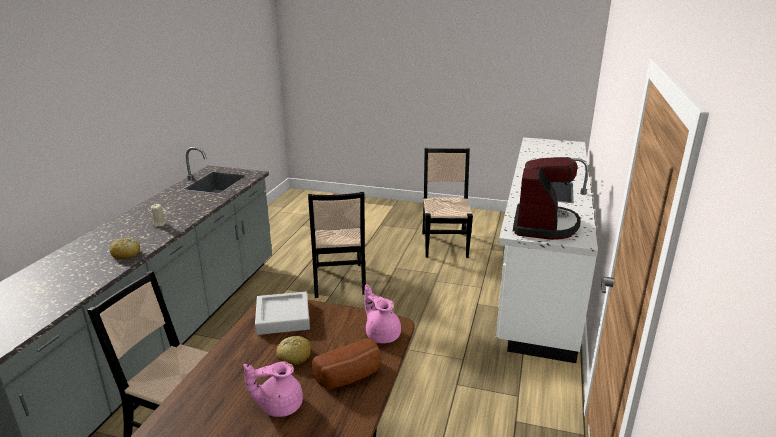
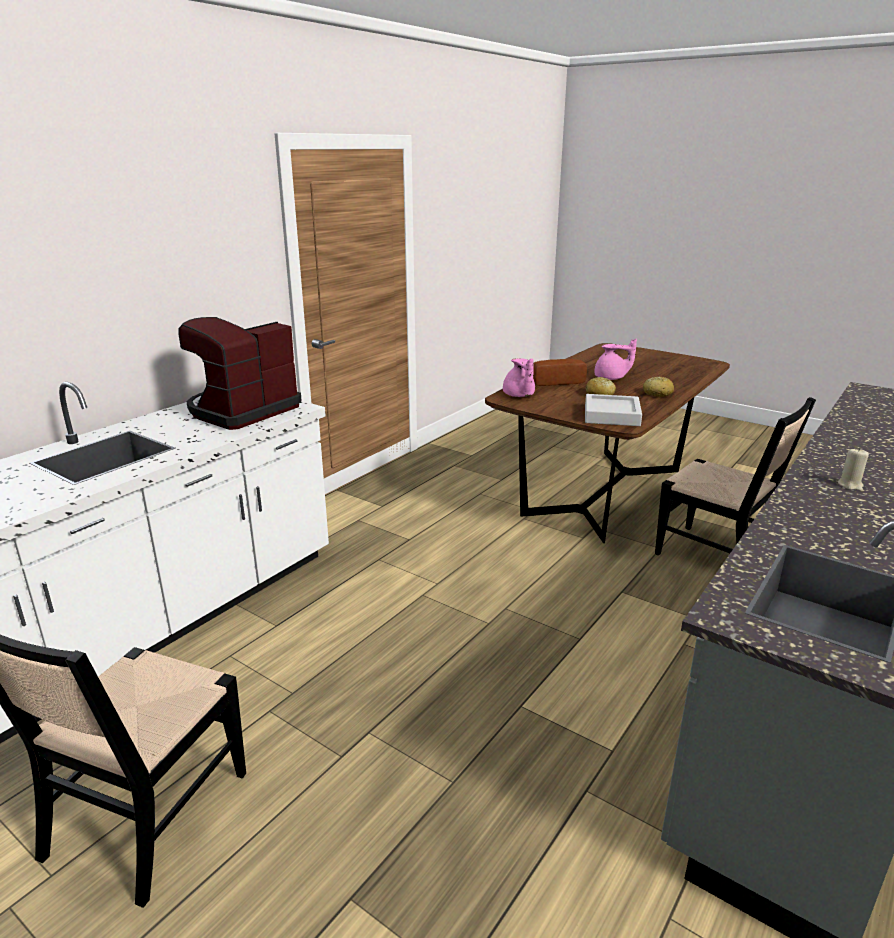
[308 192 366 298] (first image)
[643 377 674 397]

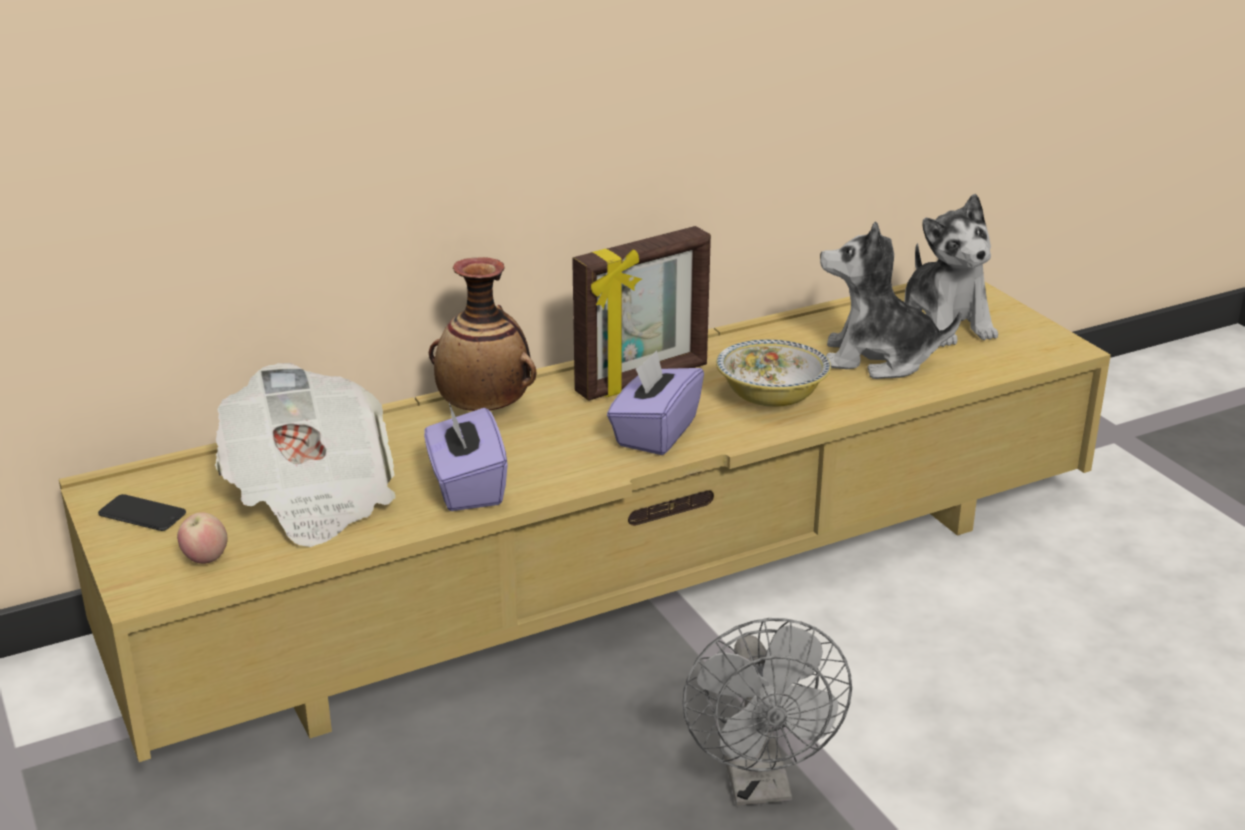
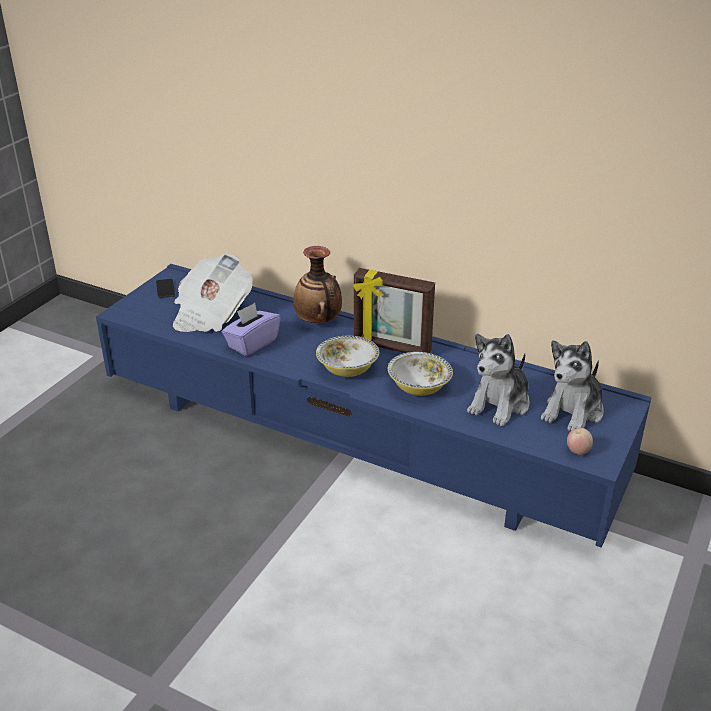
[683 618 852 806] (first image)
[567 428 593 455]
[316 336 379 377]
[96 264 651 548]
[467 334 530 426]

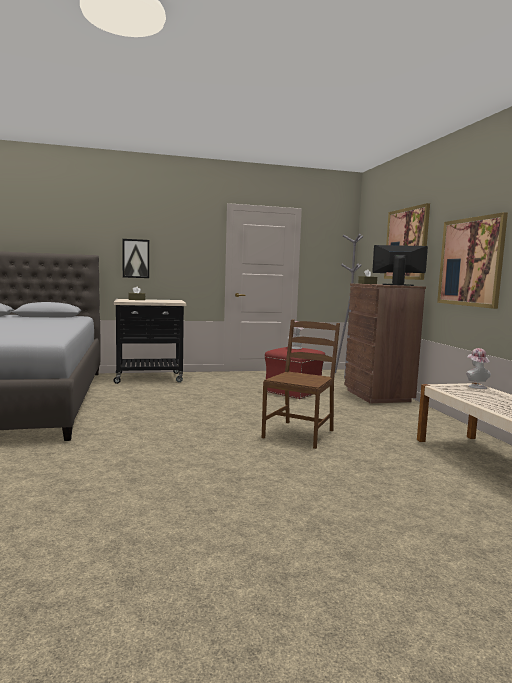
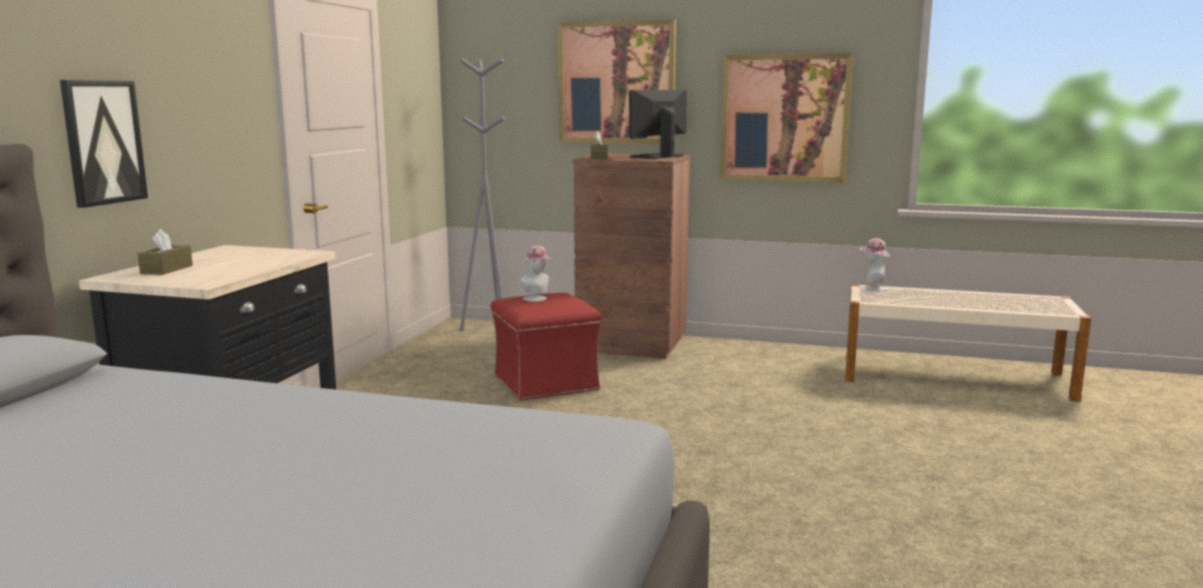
[262 320 340 449] (first image)

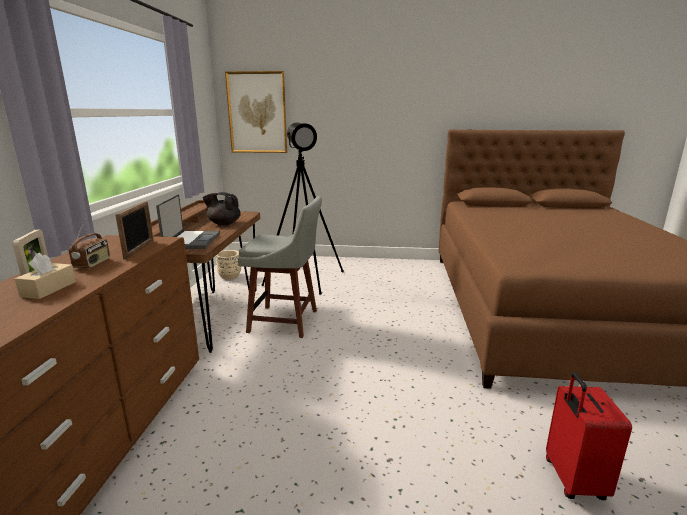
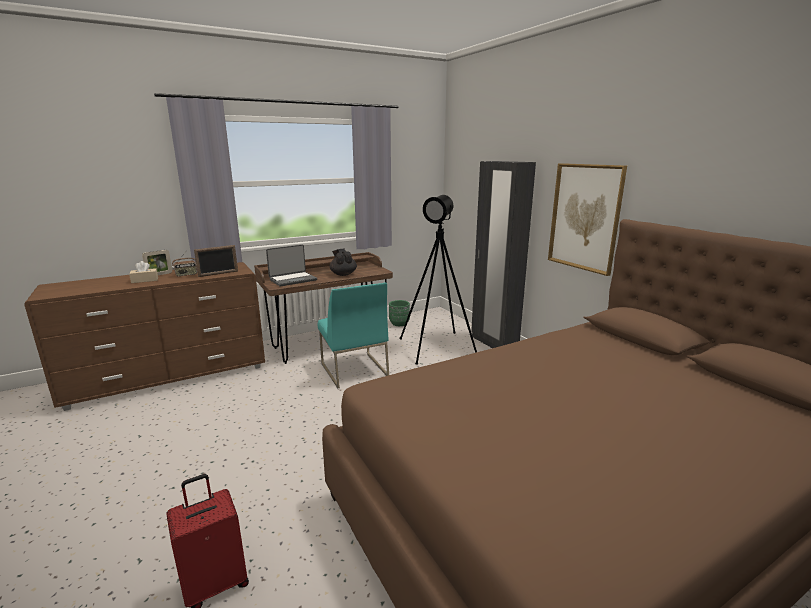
[471 161 536 348]
[548 163 627 276]
[318 283 389 388]
[389 300 410 326]

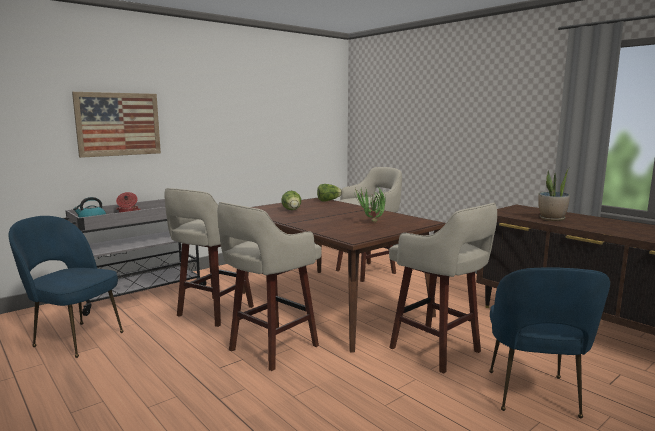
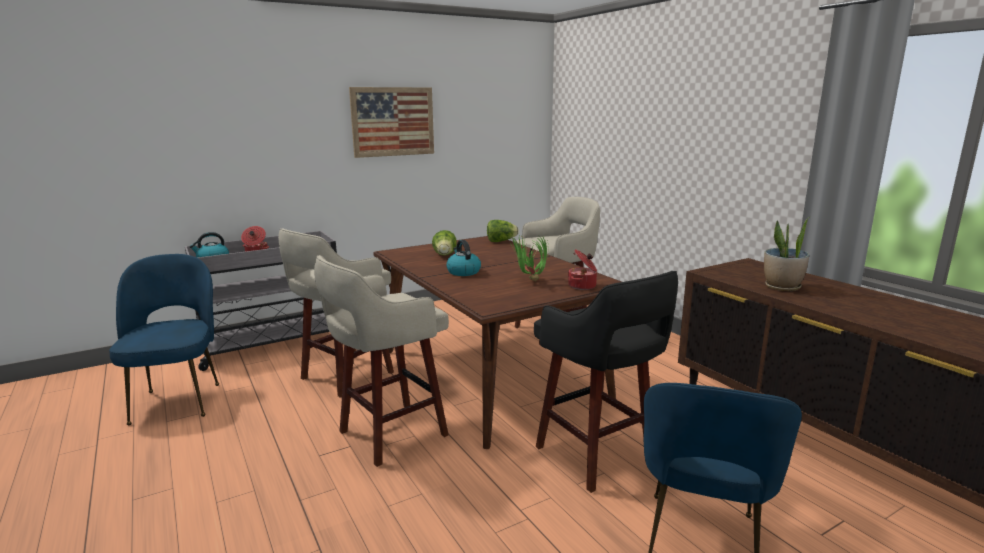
[446 240 481 276]
[568 249 597 290]
[349 87 434 158]
[534 271 678 493]
[109 254 219 426]

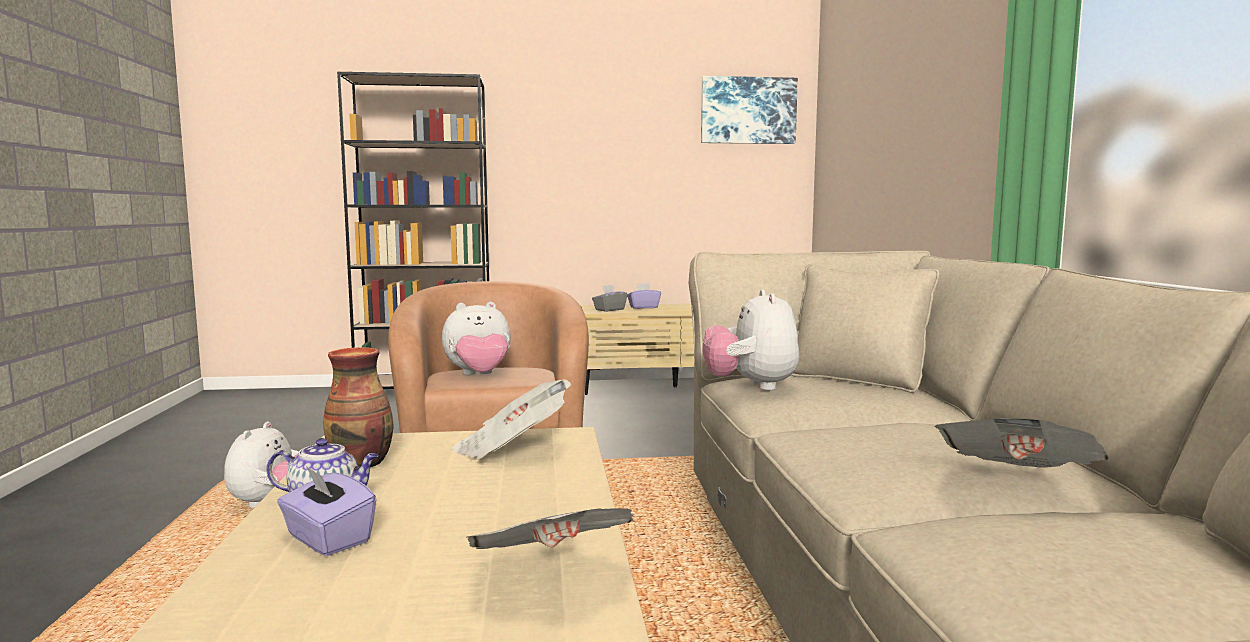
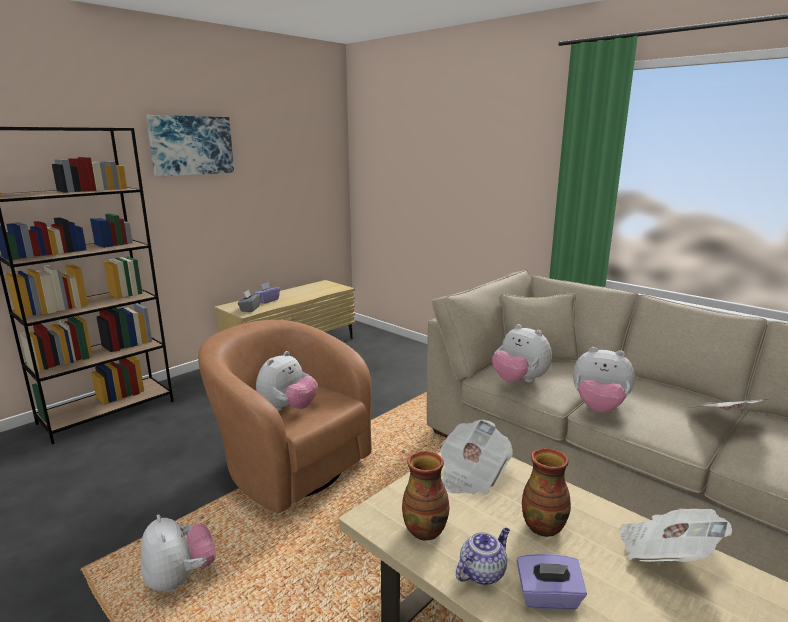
[522 448 571 537]
[573 347 635 413]
[146 115 234 177]

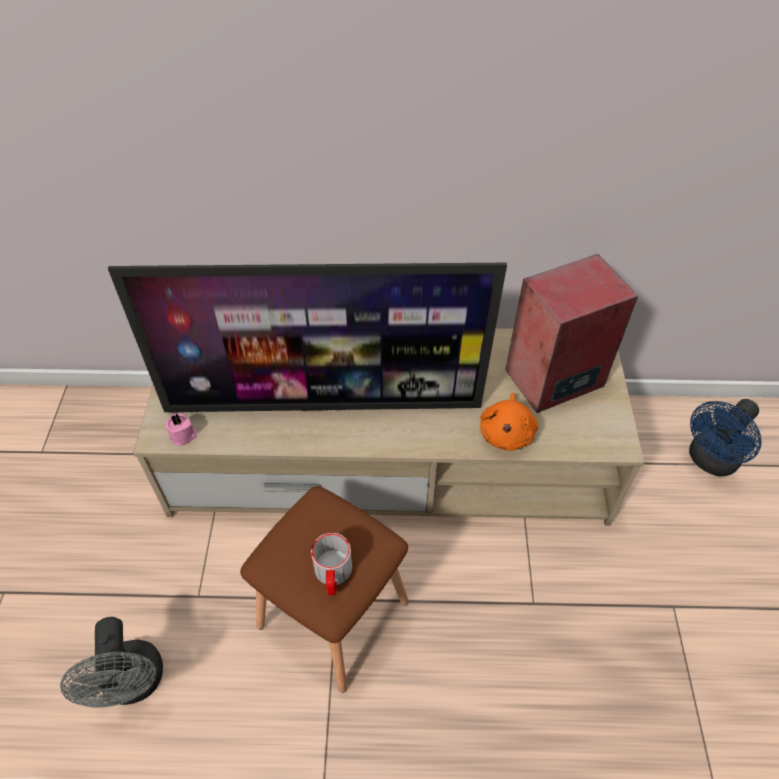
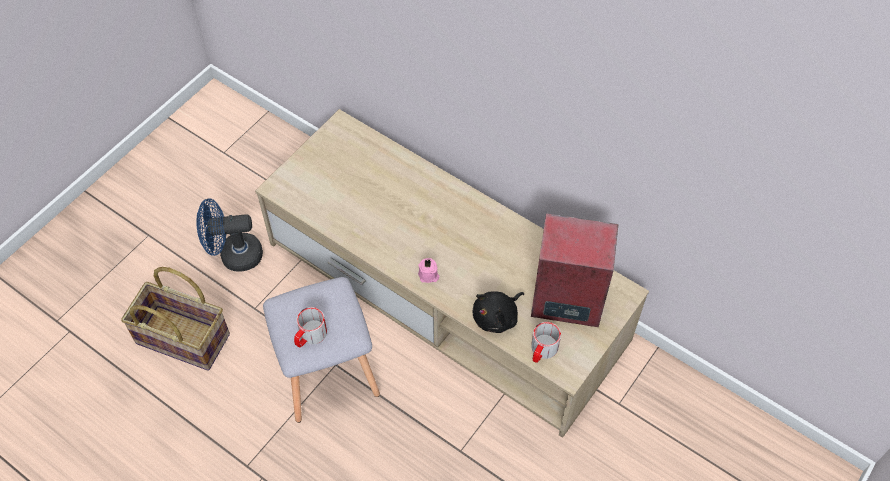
[108 263 507 412] (first image)
[531 322 561 363]
[418 258 439 283]
[196 198 263 271]
[121 267 230 371]
[263 277 380 423]
[473 291 524 333]

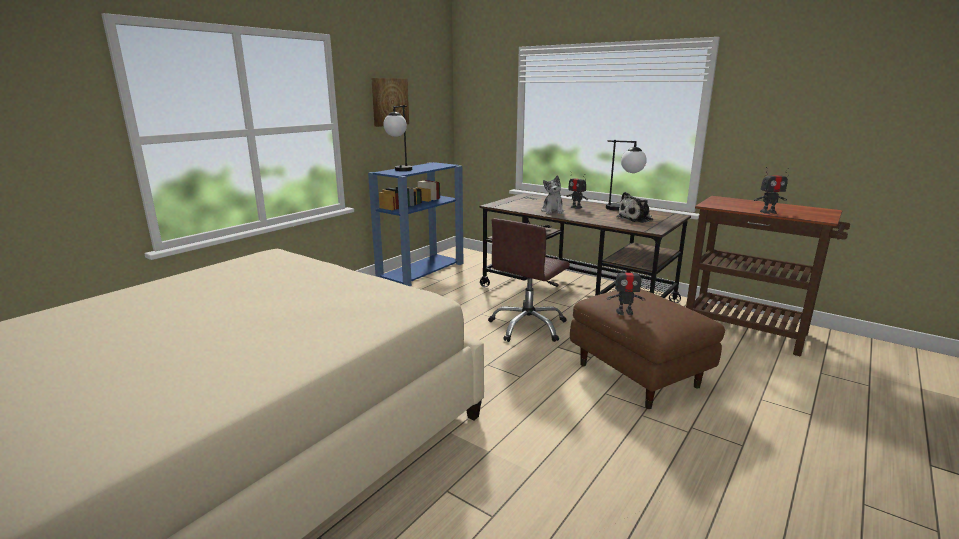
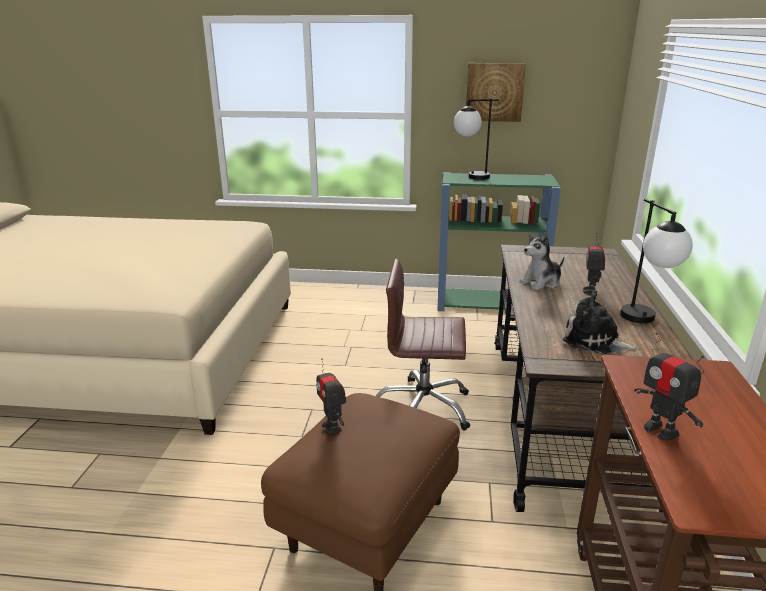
[437 172 561 312]

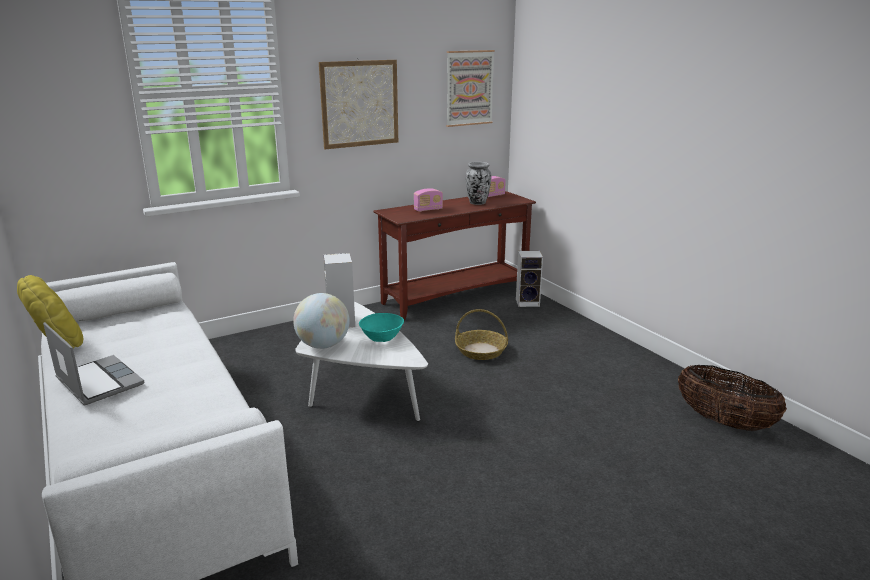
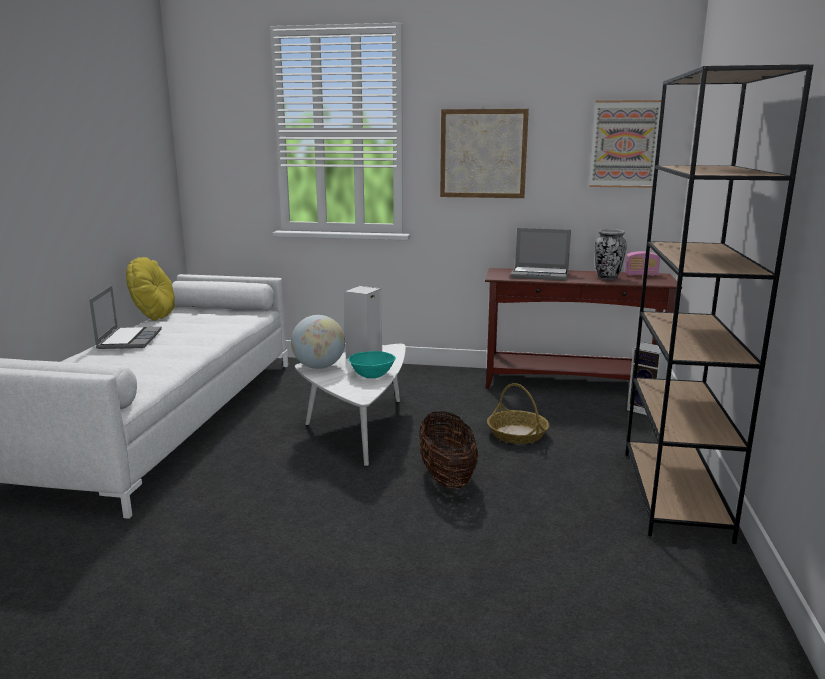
[625 64 814 544]
[419 411 478 489]
[511 228 571 280]

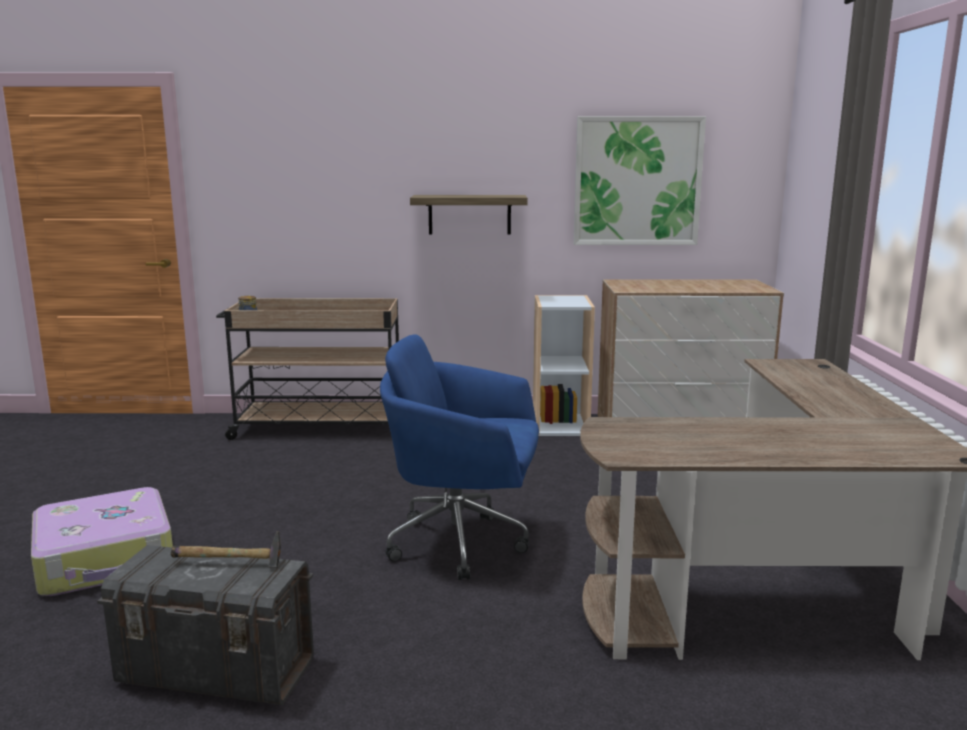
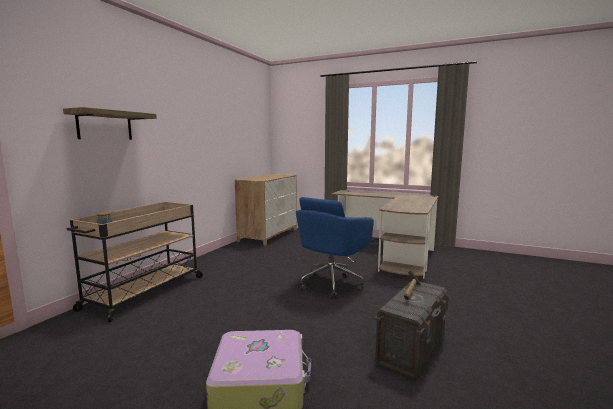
[533 295 595 436] (first image)
[574 116 706 245] (first image)
[63 107 157 140]

